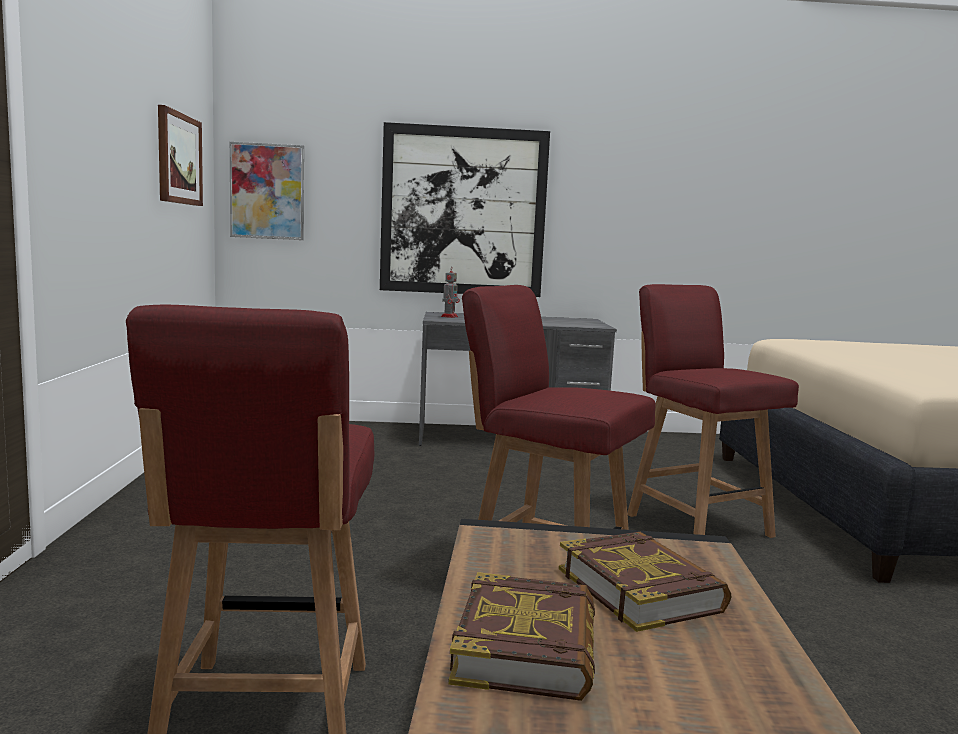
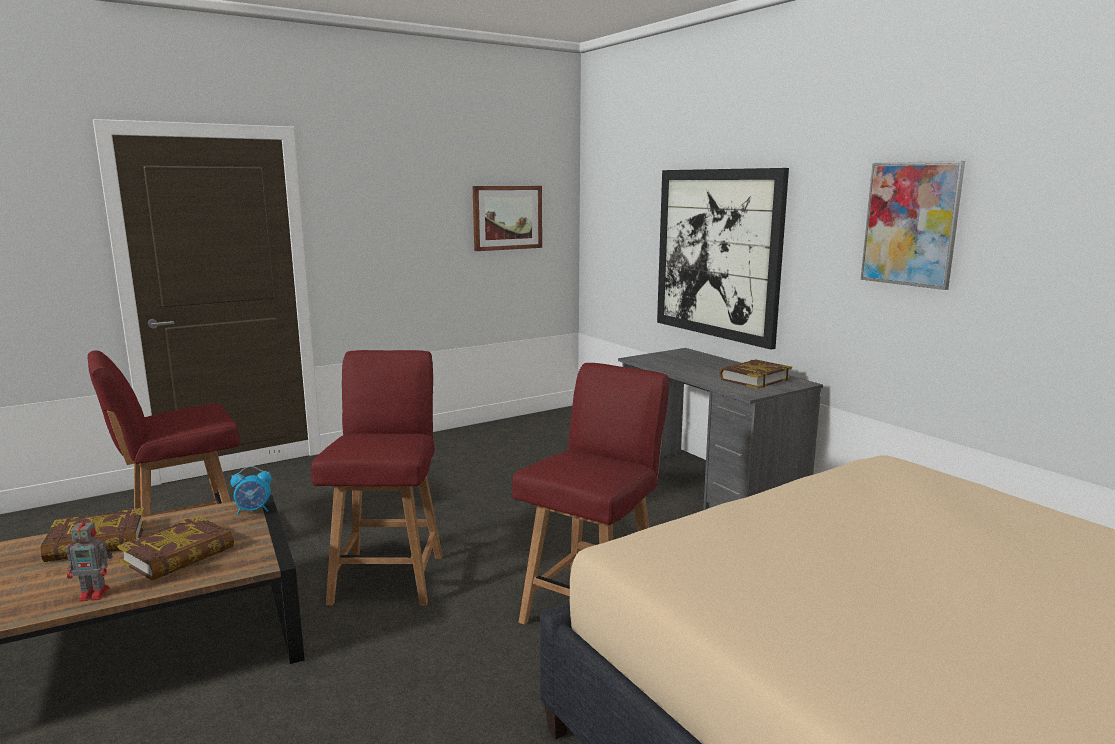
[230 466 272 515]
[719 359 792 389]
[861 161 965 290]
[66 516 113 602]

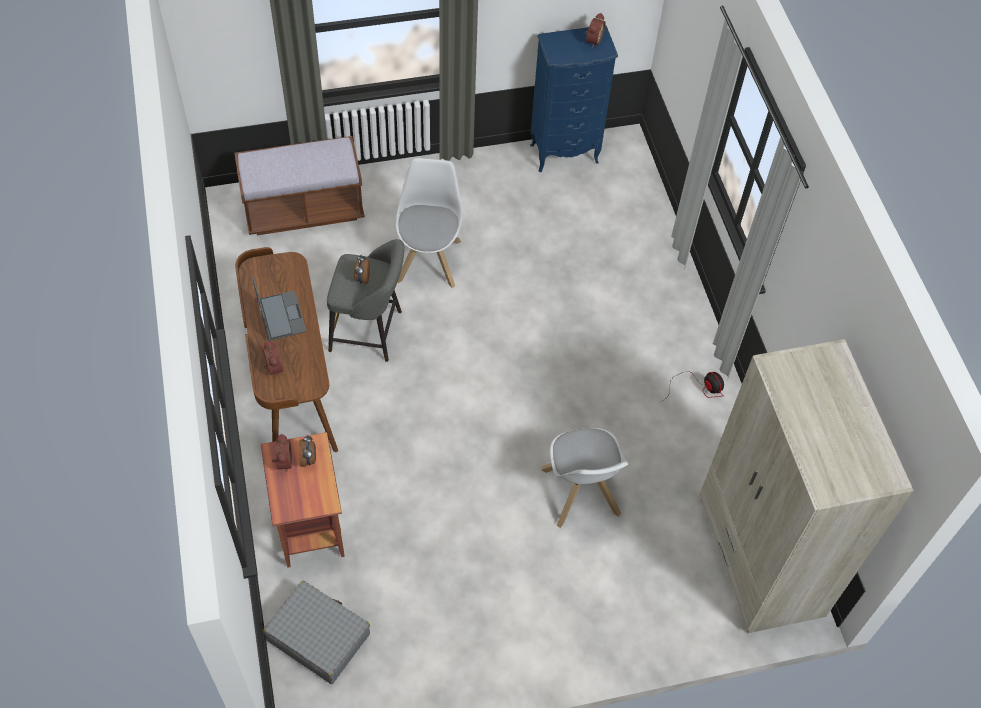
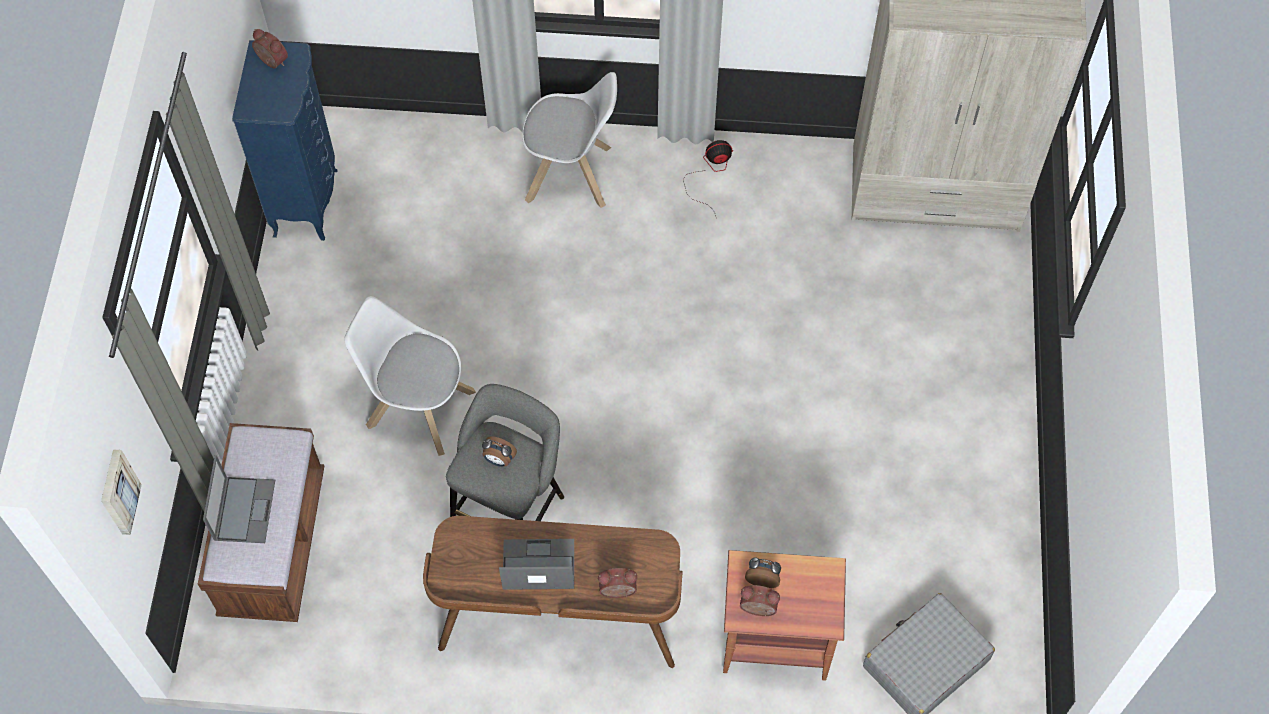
[101 449 142 535]
[203 455 275 543]
[522 72 617 208]

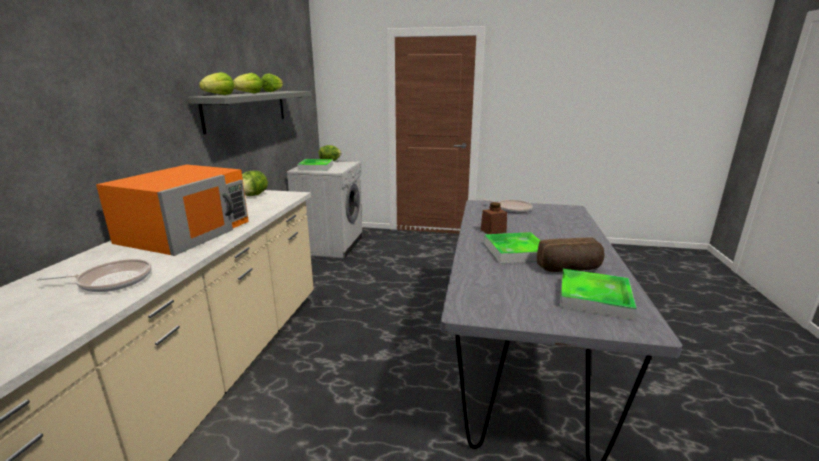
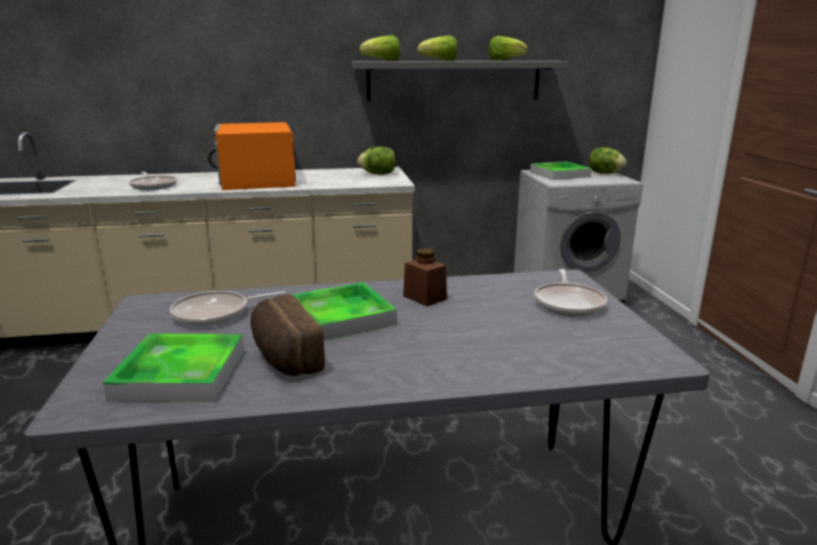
[170 291 286 327]
[207 122 296 190]

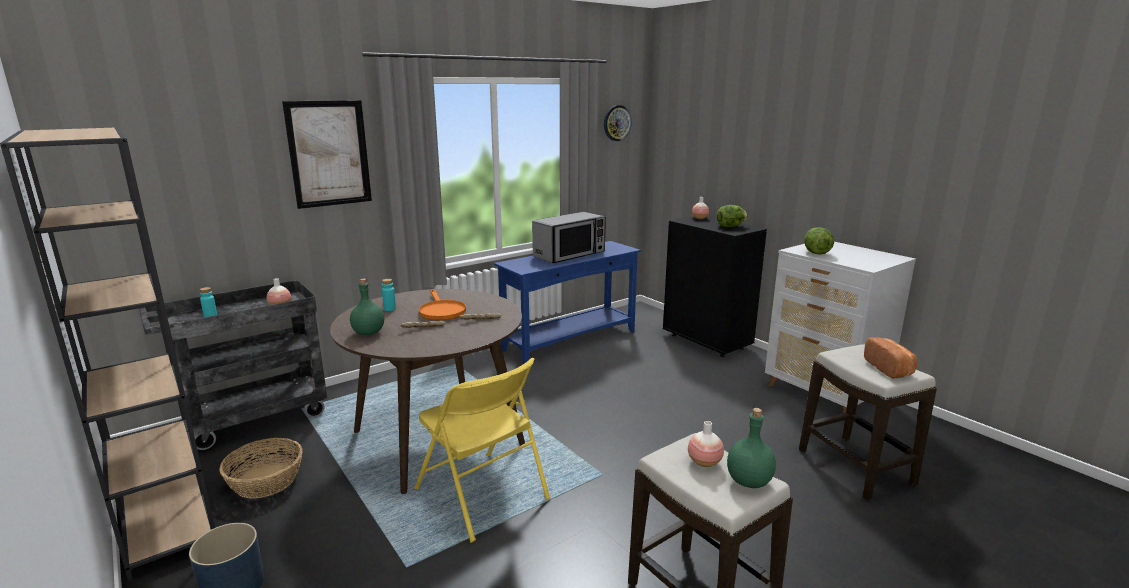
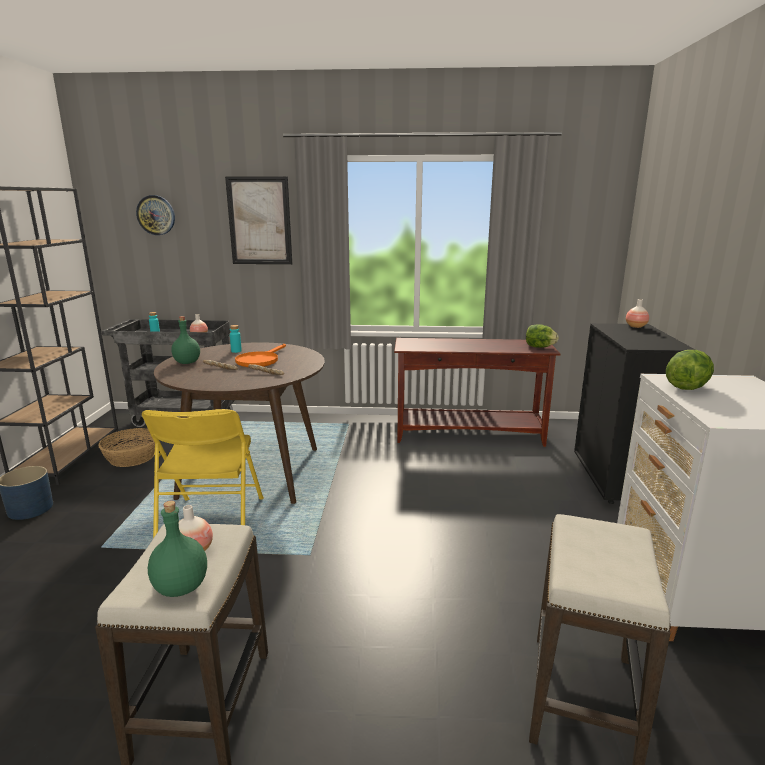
[532 212 606 263] (first image)
[864 337 917 378] (first image)
[136 195 175 235]
[526 324 559 348]
[394 338 561 447]

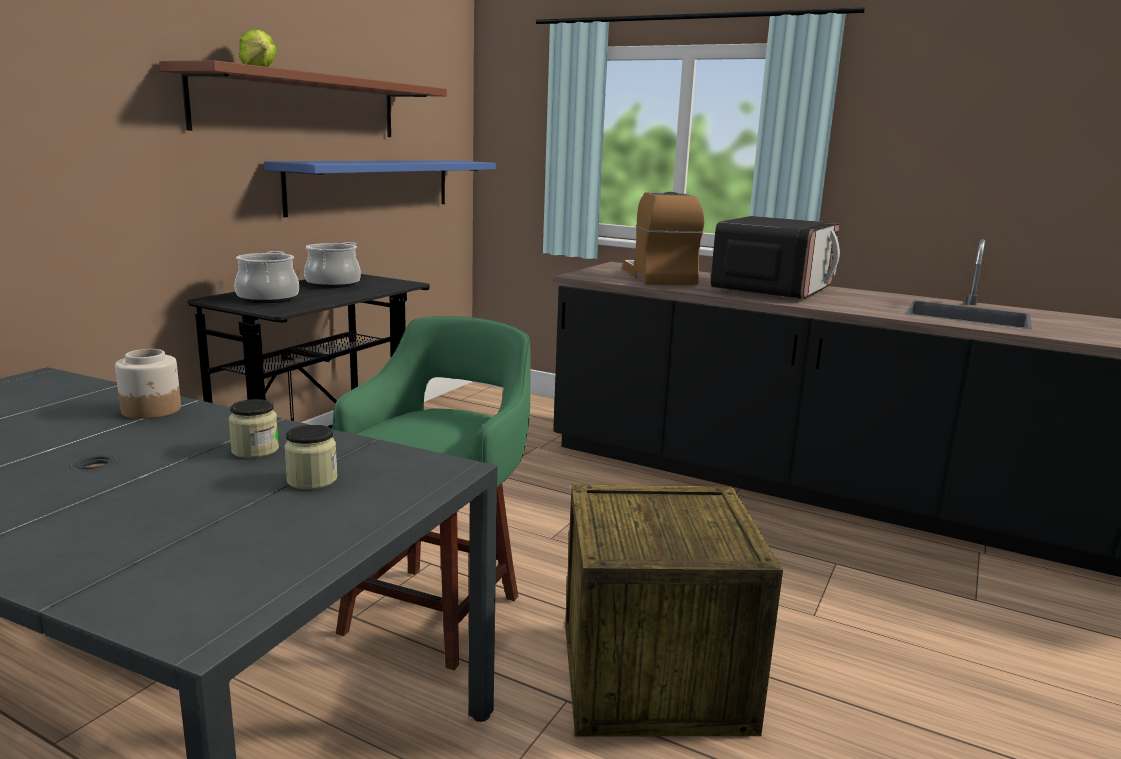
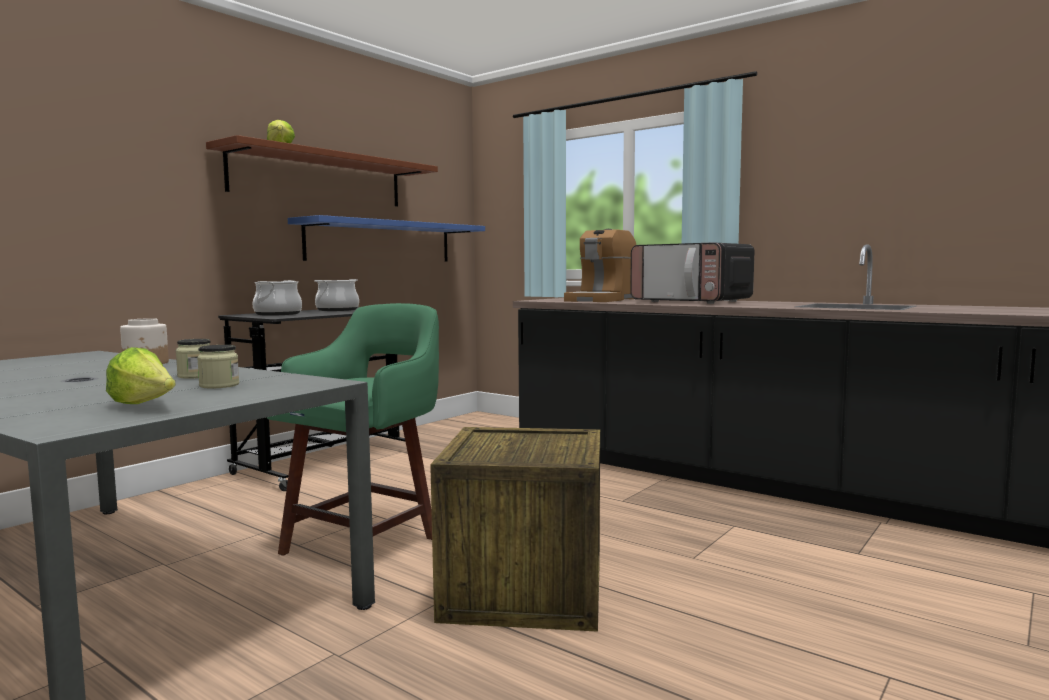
[106 347 176 404]
[564 229 636 302]
[630 242 754 304]

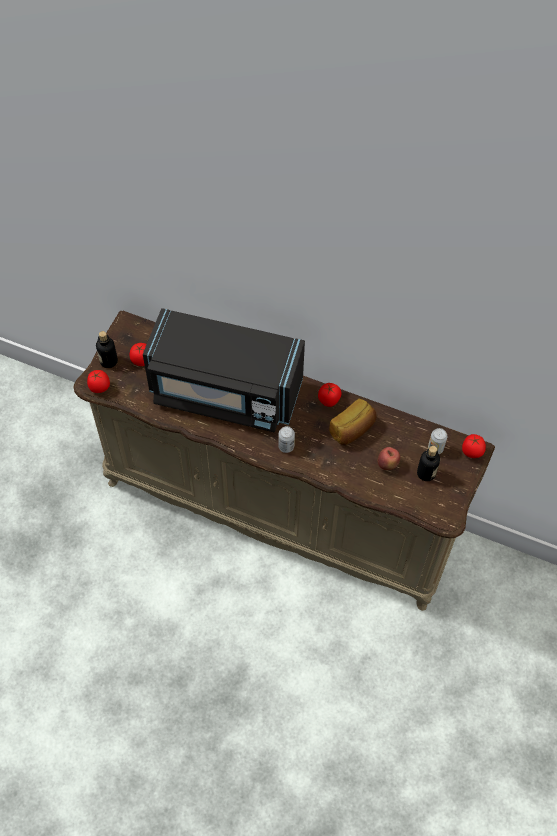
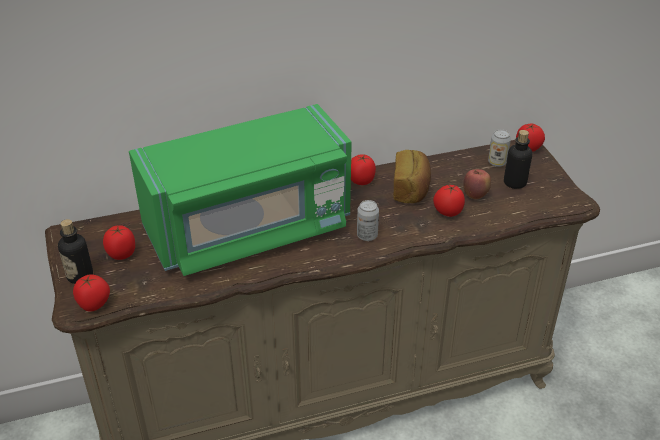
[433 185 465 217]
[129 104 352 276]

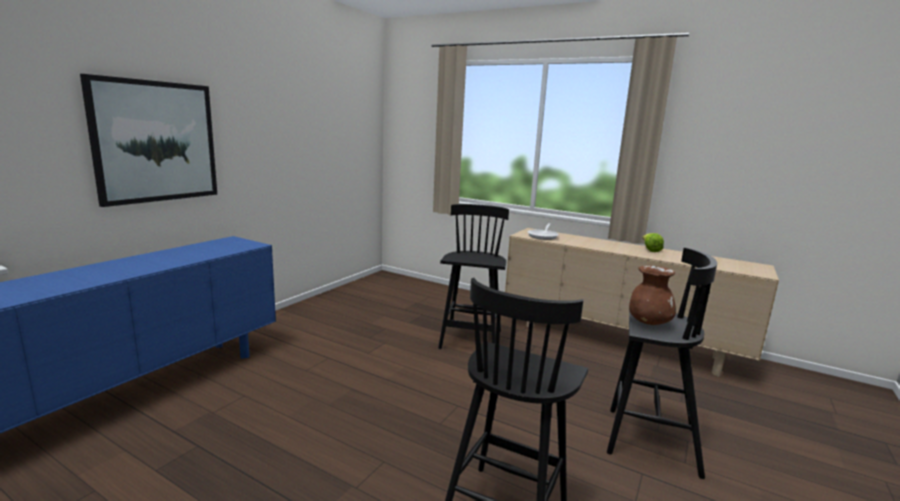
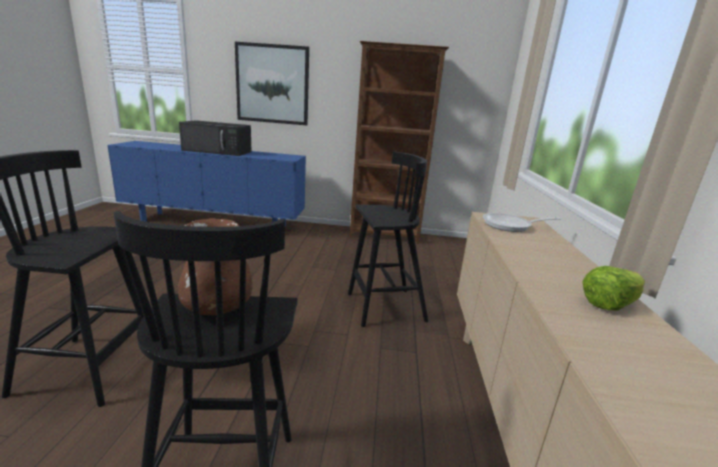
[179 120 251 156]
[349 41 449 244]

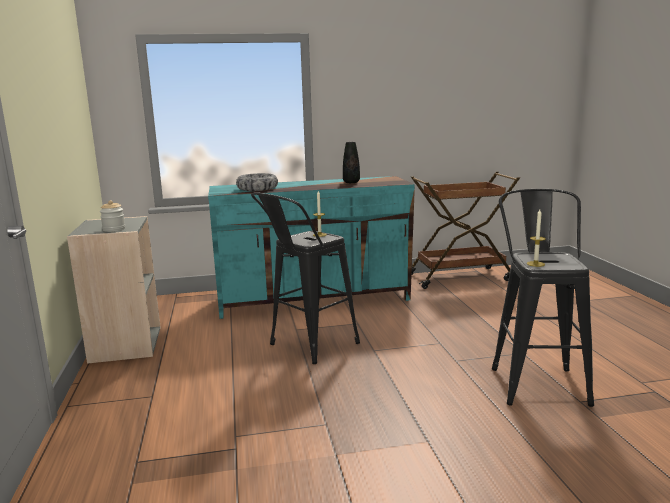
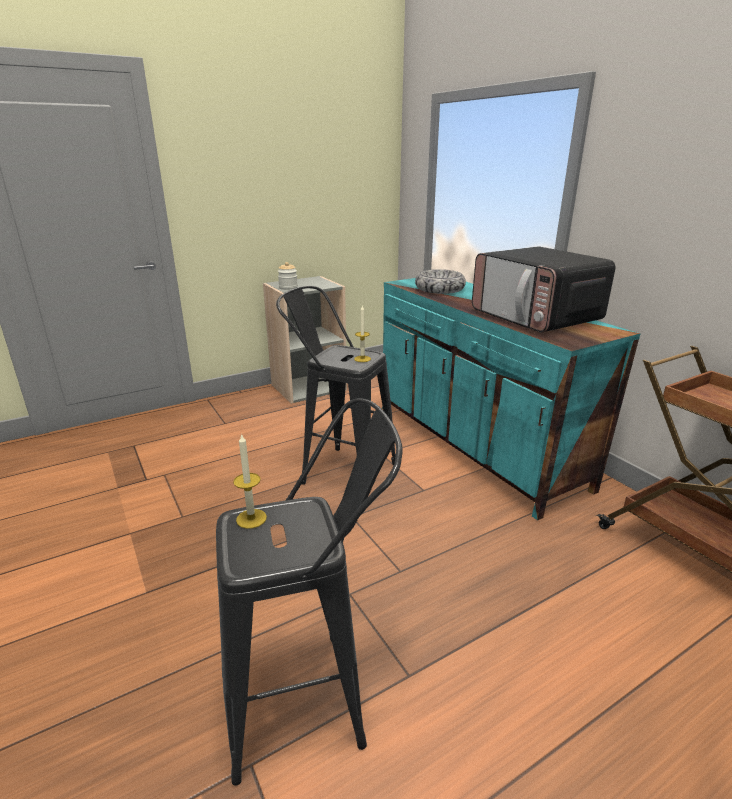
[472 246 615 332]

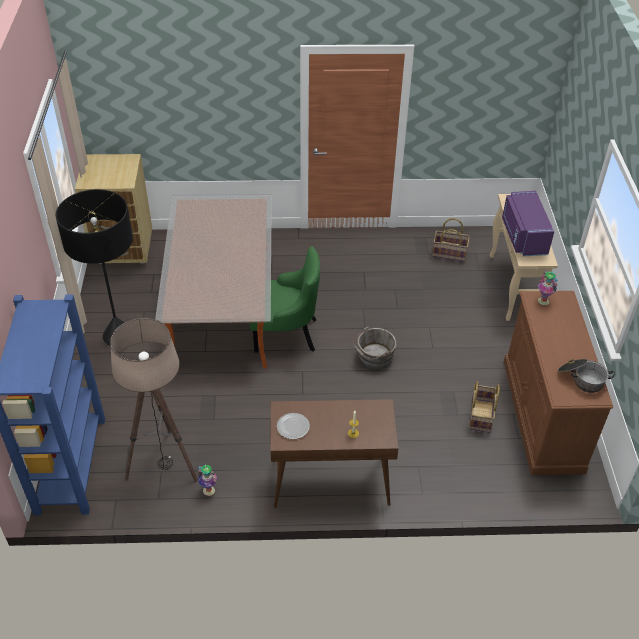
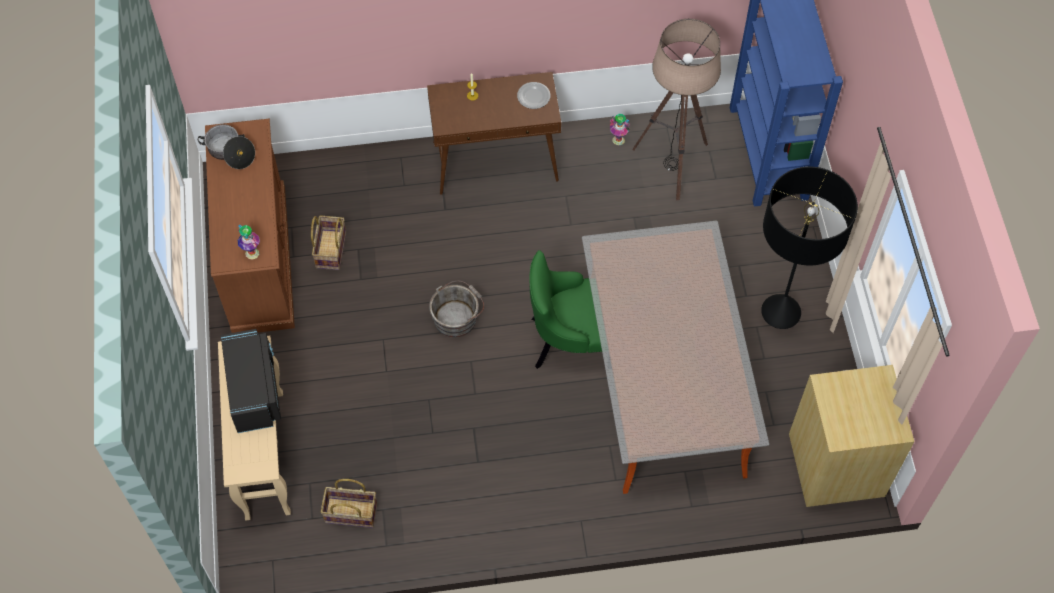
[221 329 281 433]

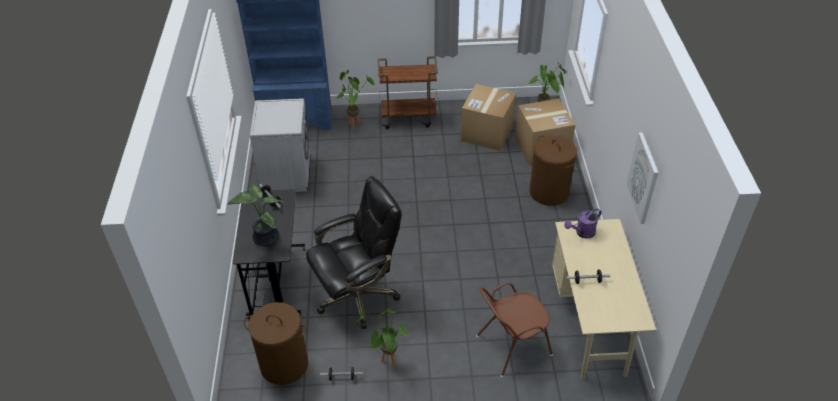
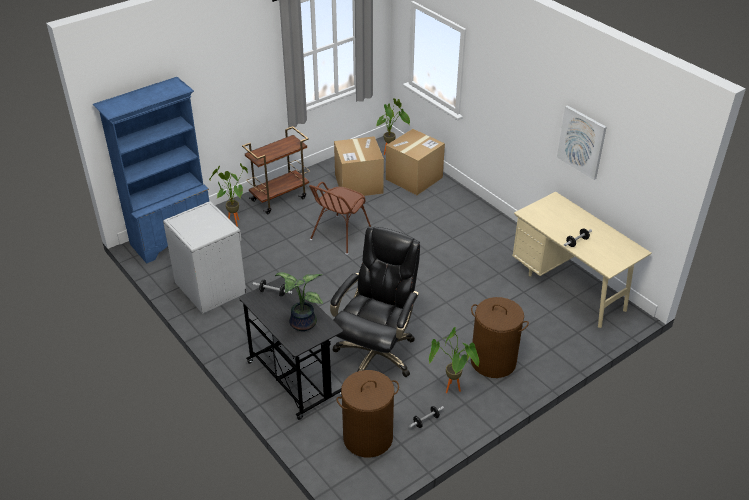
[564 208 601 239] (first image)
[309 182 371 255]
[471 297 529 378]

